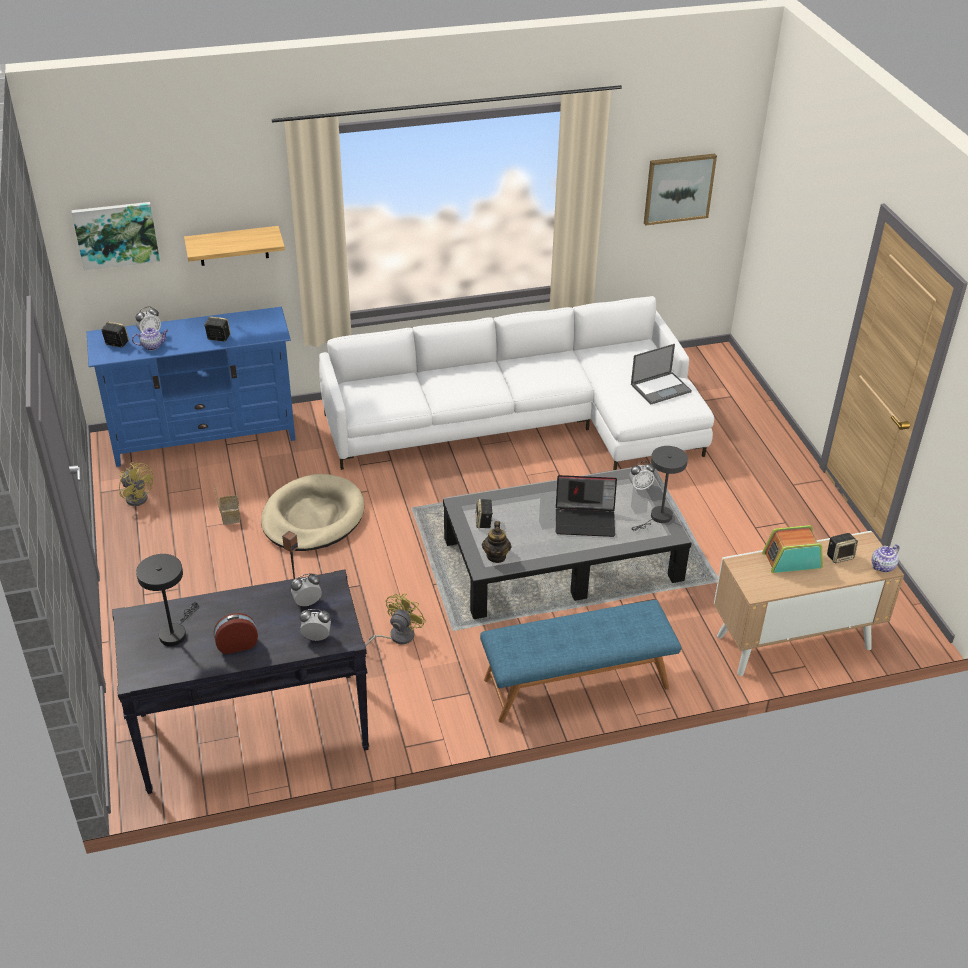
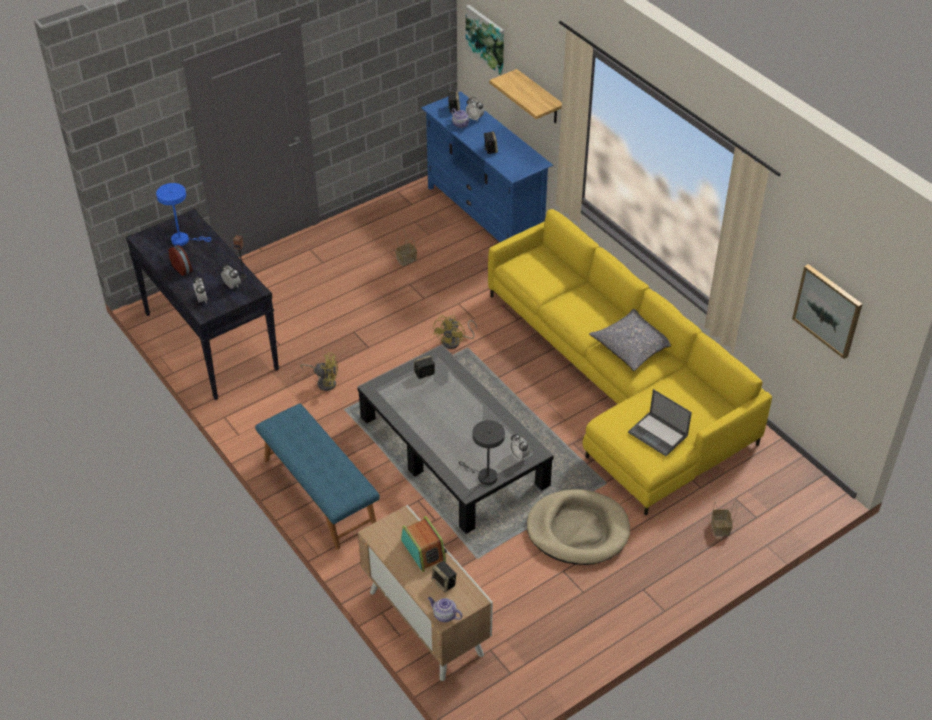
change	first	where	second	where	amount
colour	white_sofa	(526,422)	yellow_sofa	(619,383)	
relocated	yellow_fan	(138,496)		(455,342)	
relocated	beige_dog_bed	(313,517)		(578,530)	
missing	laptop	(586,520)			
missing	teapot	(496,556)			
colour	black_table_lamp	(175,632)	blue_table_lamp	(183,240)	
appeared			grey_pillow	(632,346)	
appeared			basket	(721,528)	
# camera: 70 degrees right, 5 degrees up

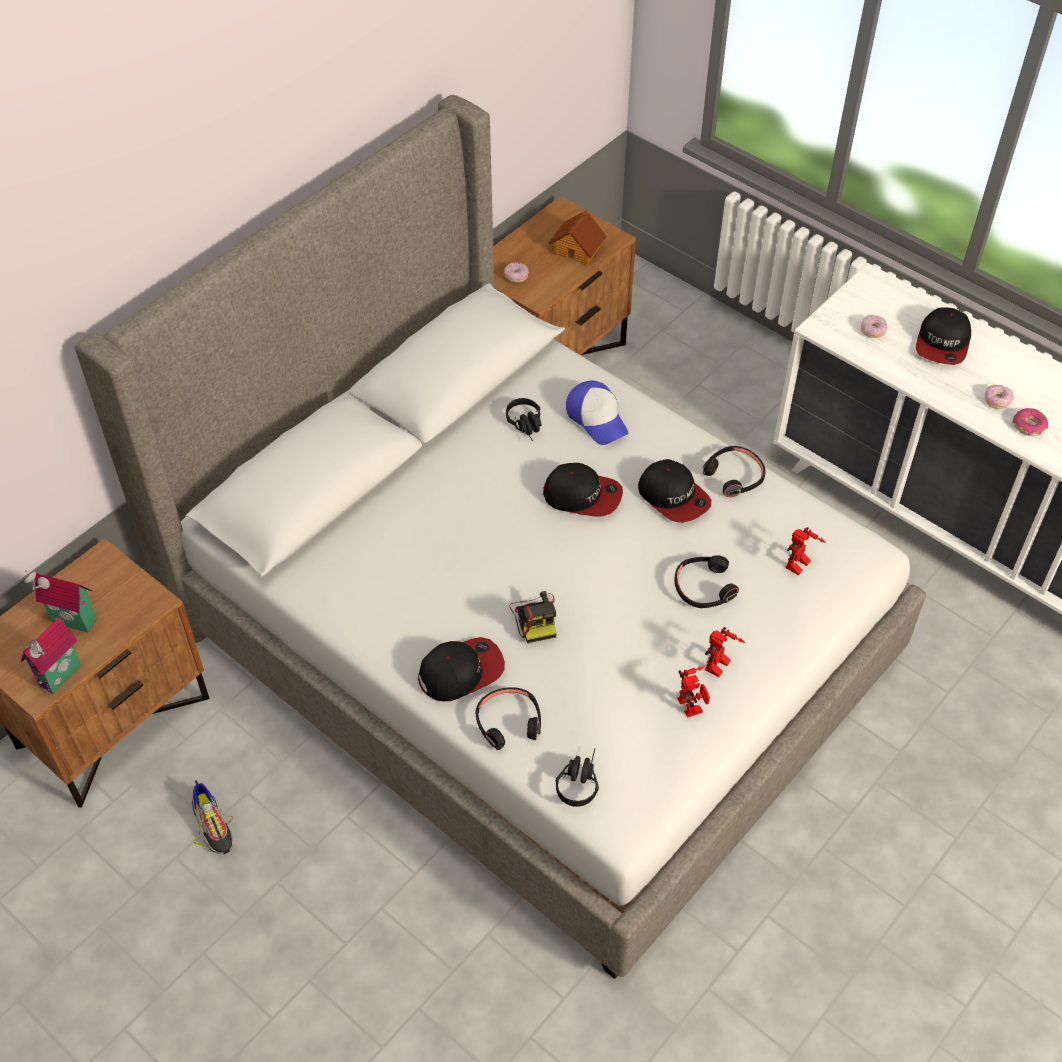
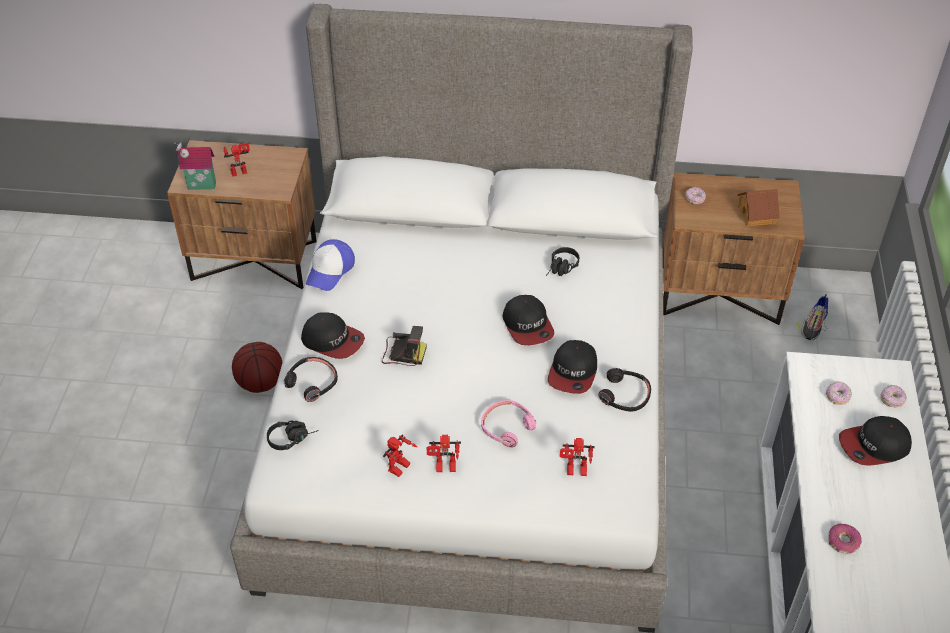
change	first	where	second	where	amount
relocated	cap	(597,418)		(330,270)	
relocated	donut	(997,401)		(892,400)	
colour	black_headphones	(704,588)	pink_headphones	(507,427)	
exchanged	toy_house	(73,623)	toy_robot	(239,170)	
spun	photo_camera	(535,618)		(402,353)	120 degrees counterclockwise
relocated	shoe	(213,824)		(814,324)	
appeared			basketball	(260,383)	
# camera: 55 degrees right, 5 degrees down

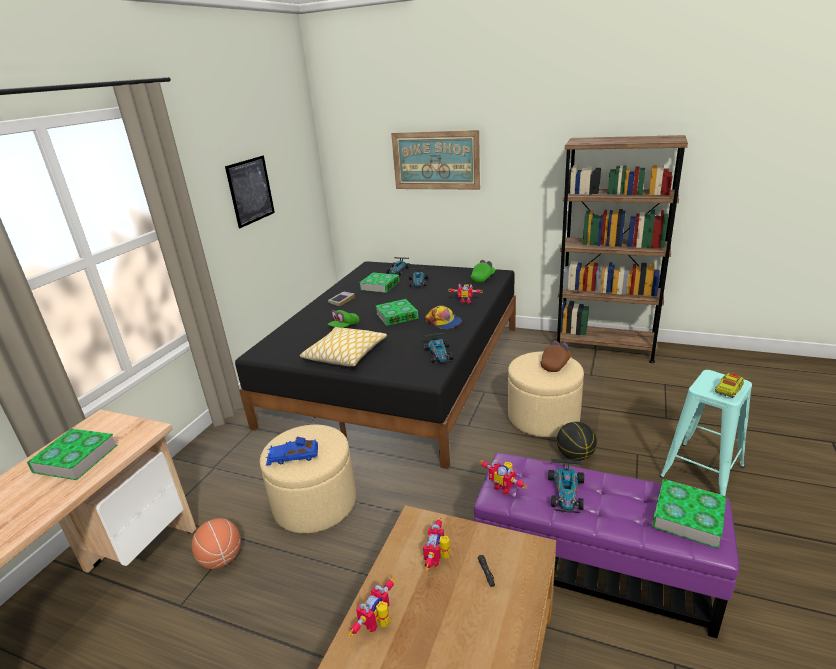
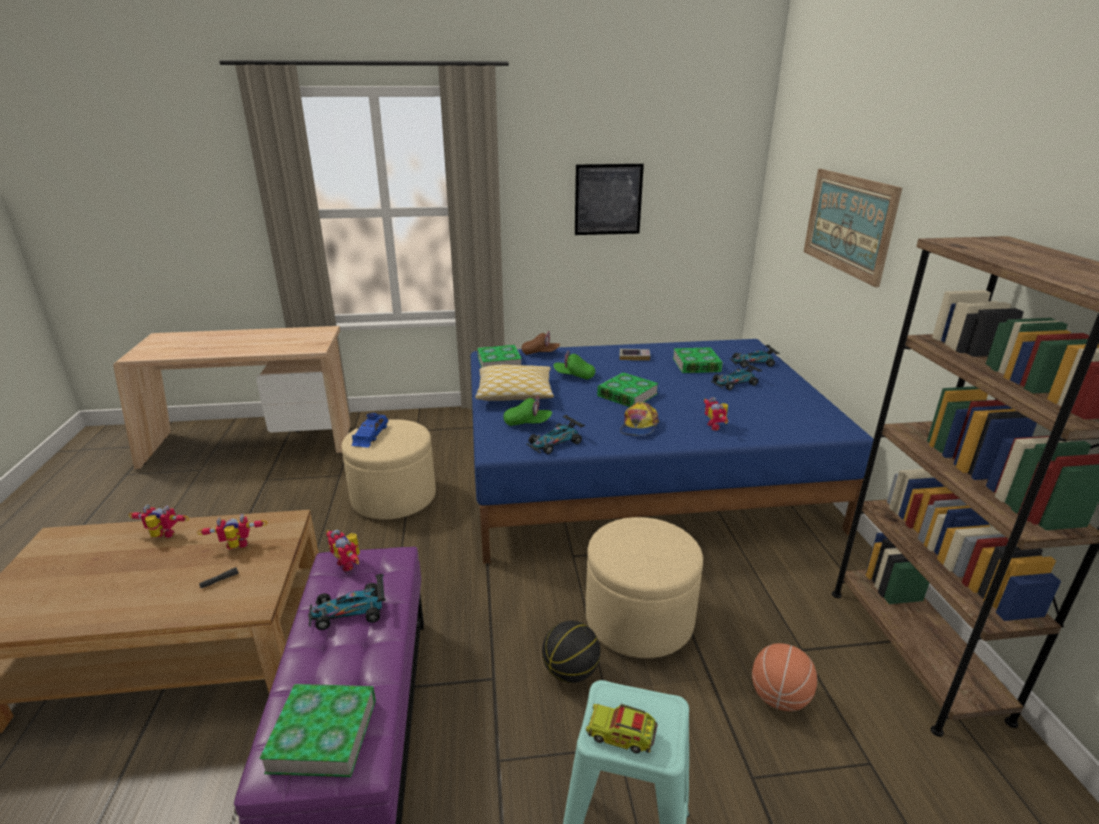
change	first	where	second	where	amount
relocated	green_cap	(483,278)		(527,423)	
colour	black_bed	(399,373)	blue_bed	(639,472)	
relocated	brown_cap	(555,364)		(540,353)	
relocated	book	(76,458)		(499,362)	
spun	blue_toy_car	(292,456)		(370,435)	135 degrees counterclockwise
spun	toy_robot	(504,487)		(349,563)	60 degrees counterclockwise
relocated	basketball	(221,558)		(779,697)	
# camera: 60 degrees right, 0 degrees up

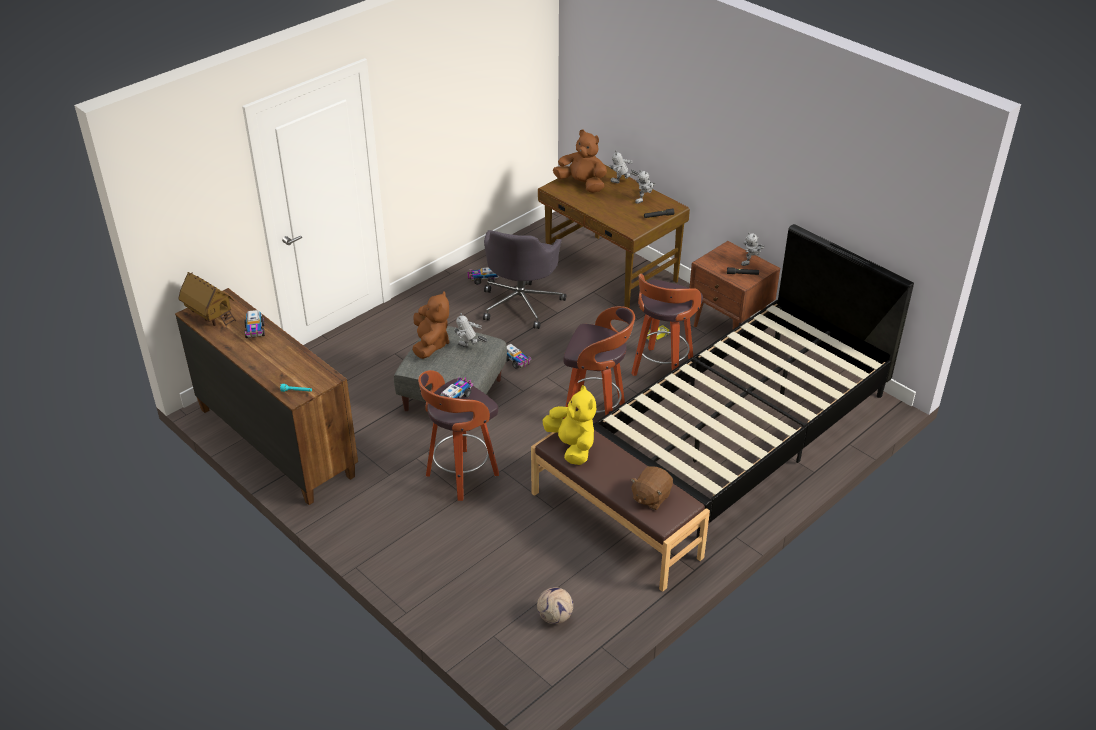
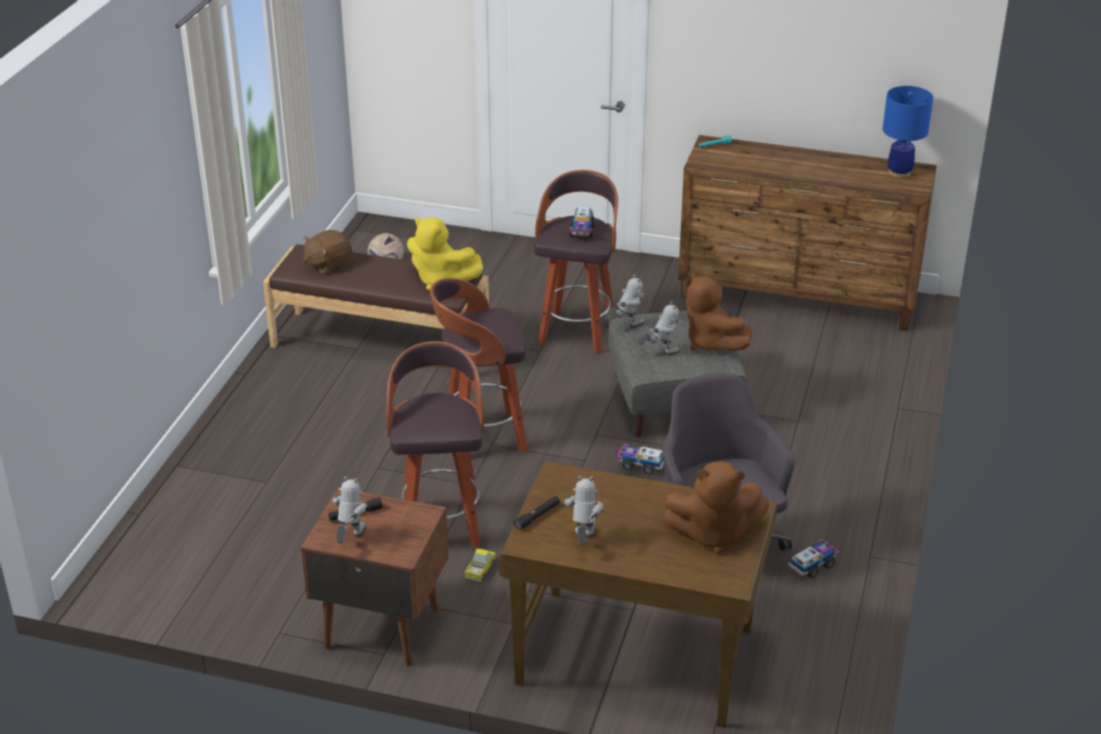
change	first	where	second	where	amount
relocated	toy_robot	(621,183)		(626,326)	
missing	black_bed	(743,429)			
exchanged	toy_house	(210,315)	blue_table_lamp	(899,173)	
missing	toy_truck	(255,331)			
spun	brown_plush_toy	(650,497)		(327,265)	135 degrees counterclockwise
# camera: 150 degrees right, 5 degrees down

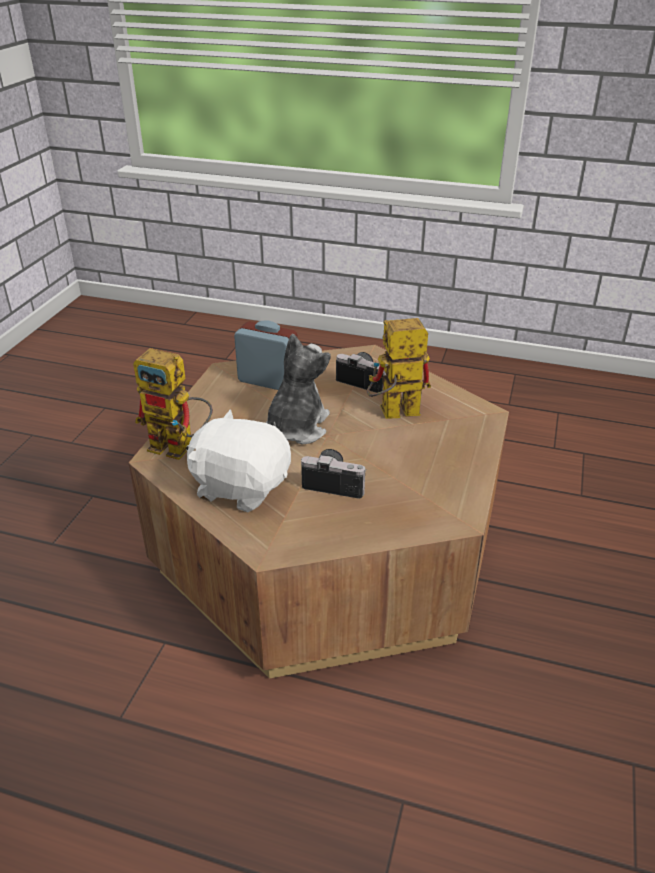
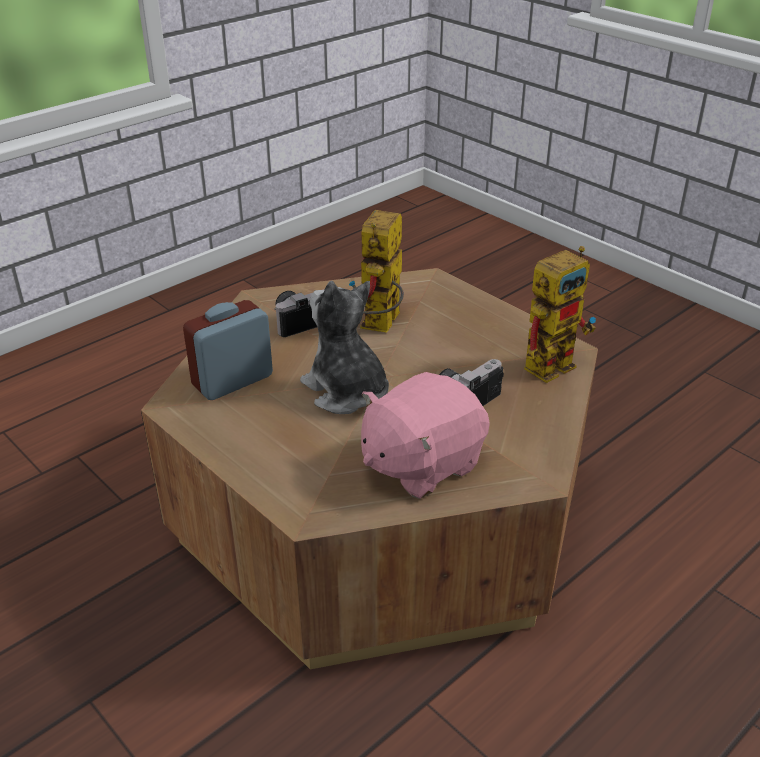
change	first	where	second	where	amount
relocated	toy_robot	(181,447)		(554,361)	
colour	white_plush_toy	(240,487)	pink_plush_toy	(420,463)	
# camera: 60 degrees left, 0 degrees up

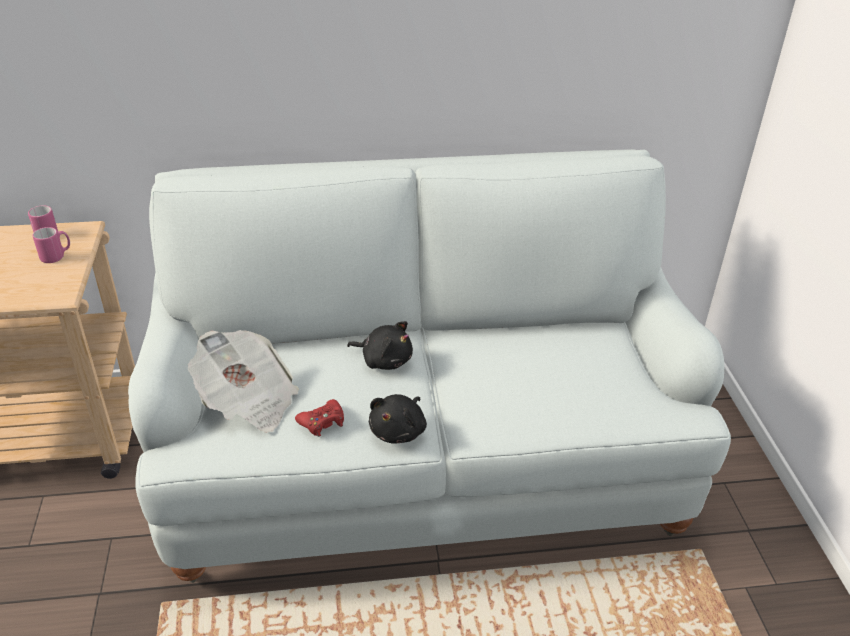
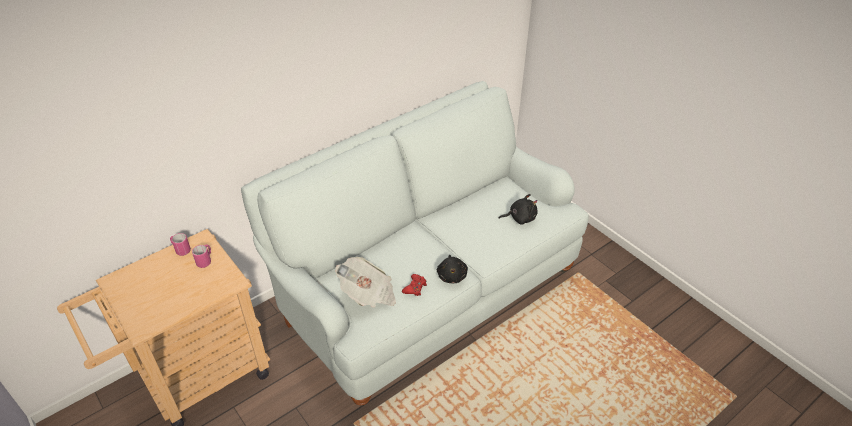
change	first	where	second	where	amount
relocated	black_plush_toy	(384,360)		(520,218)	
# camera: 30 degrees left, 5 degrees up

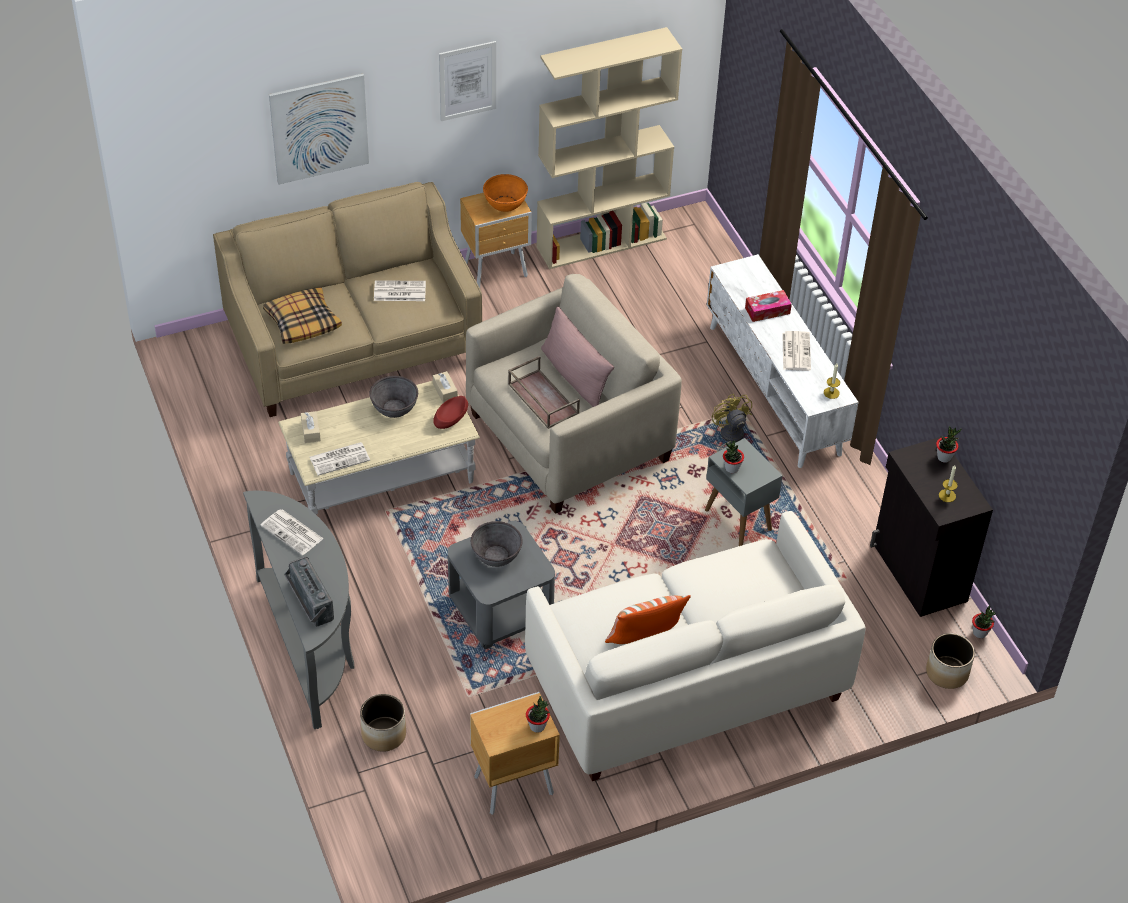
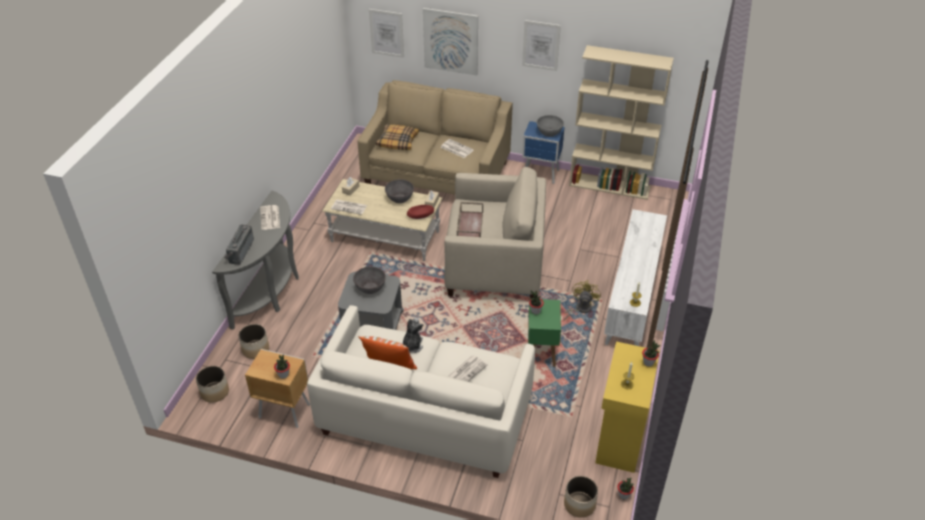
change	first	where	second	where	amount
colour	orange_bowl	(505,204)	grey_bowl	(549,132)	
colour	brown_nightstand	(497,271)	blue_nightstand	(541,175)	
missing	tissue_box	(767,310)			
missing	pink_pillow	(574,376)			
relocated	newspaper	(795,351)		(466,371)	
colour	black_cabinet	(918,573)	yellow_cabinet	(619,439)	
colour	grey_side_table	(737,519)	green_side_table	(541,351)	
appeared			picture	(386,33)	
appeared			plush_toy	(412,345)	
appeared			planter	(215,392)	
# camera: 40 degrees right, 5 degrees down

